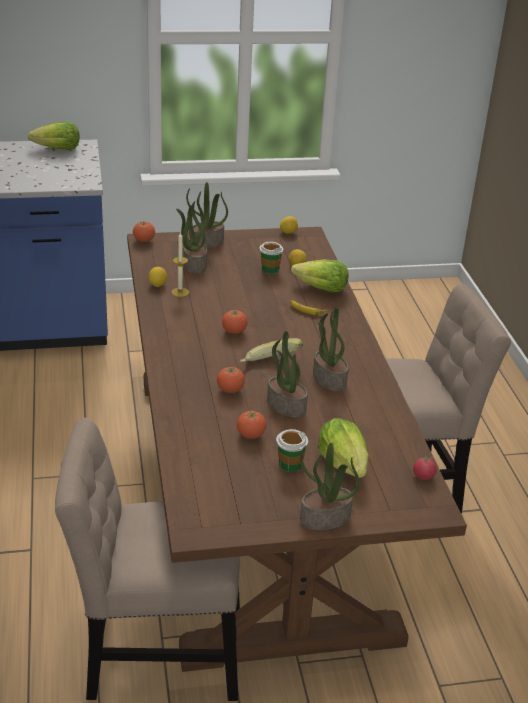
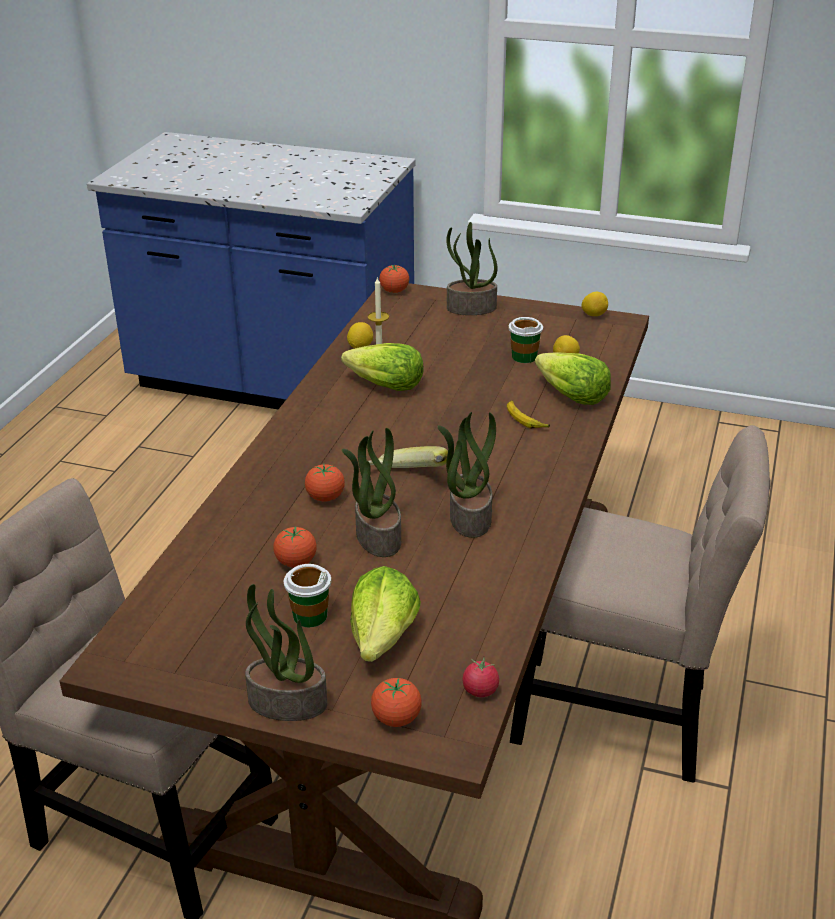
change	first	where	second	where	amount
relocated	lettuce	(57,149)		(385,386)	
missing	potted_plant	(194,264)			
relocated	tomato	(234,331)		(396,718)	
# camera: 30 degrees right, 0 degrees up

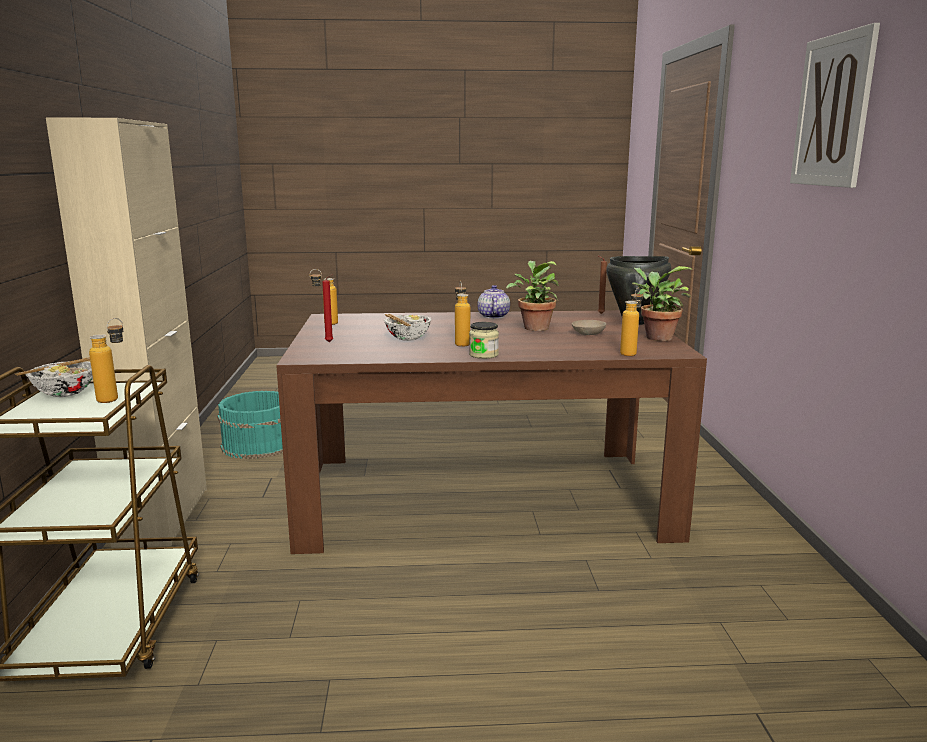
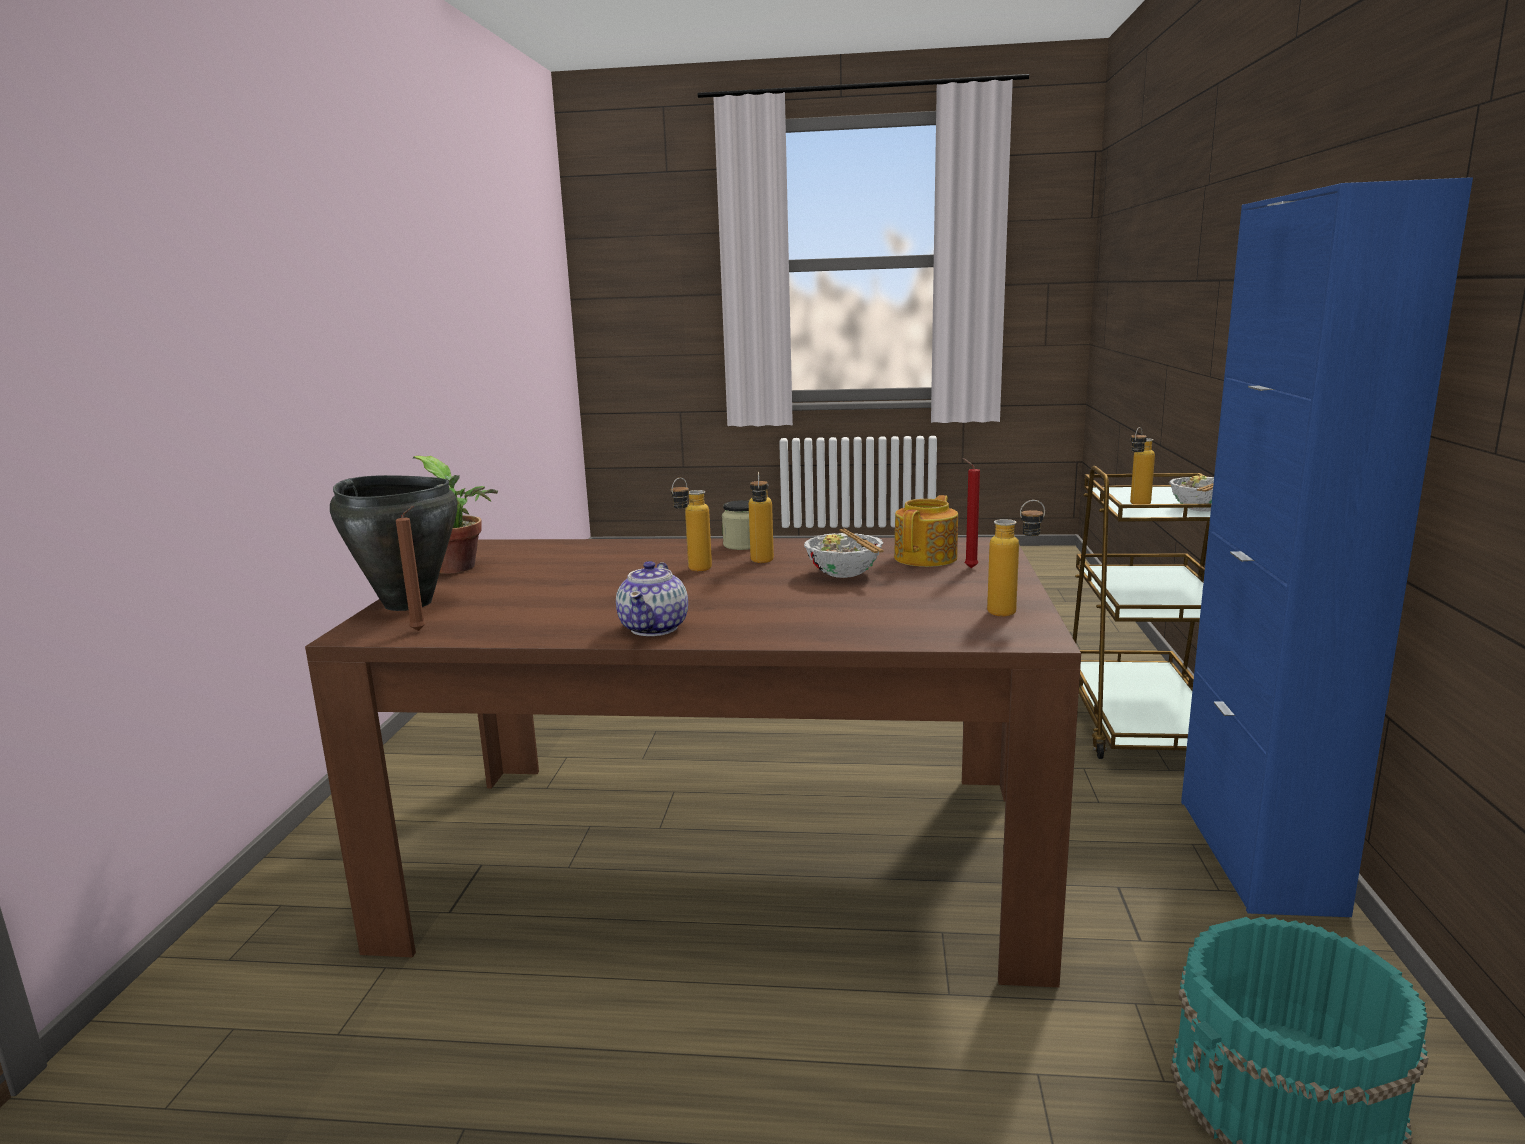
change	first	where	second	where	amount
missing	picture	(832,111)			
colour	beige_cabinet	(162,516)	blue_cabinet	(1257,854)	
missing	potted_plant	(534,327)			
relocated	bottle	(630,353)		(693,571)	
missing	beige_bowl	(589,334)			
appeared			teapot	(927,558)	
# camera: 170 degrees left, 0 degrees up

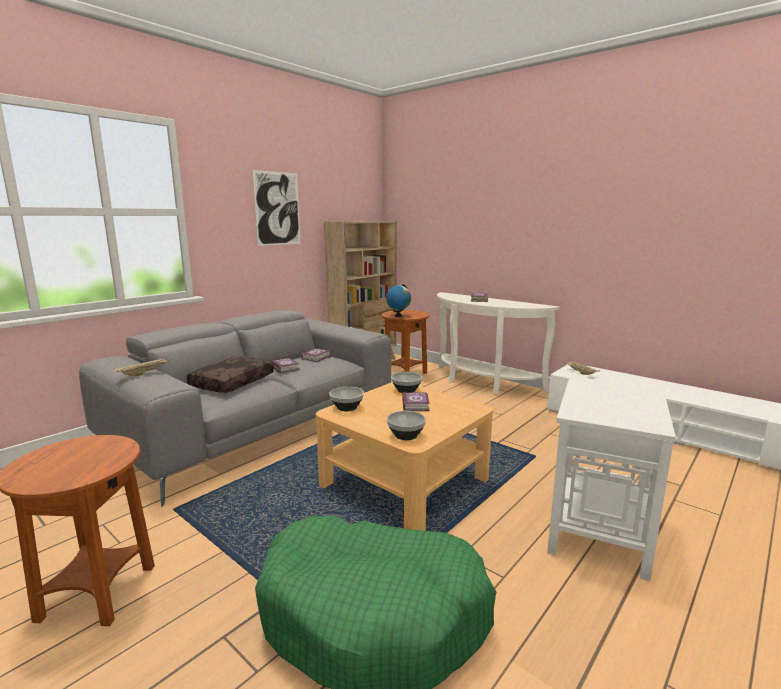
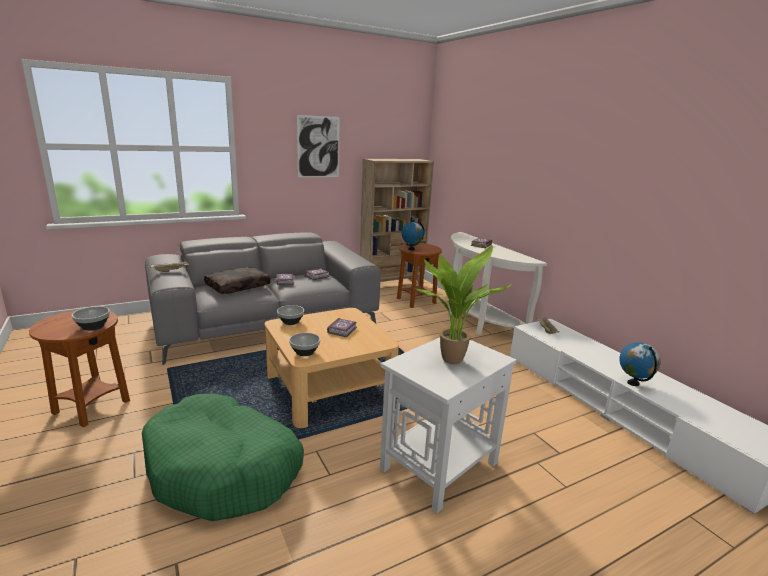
change	first	where	second	where	amount
relocated	bowl	(406,391)		(93,327)	
appeared			potted_plant	(450,358)	
appeared			globe	(633,383)	
# camera: 20 degrees right, 5 degrees up

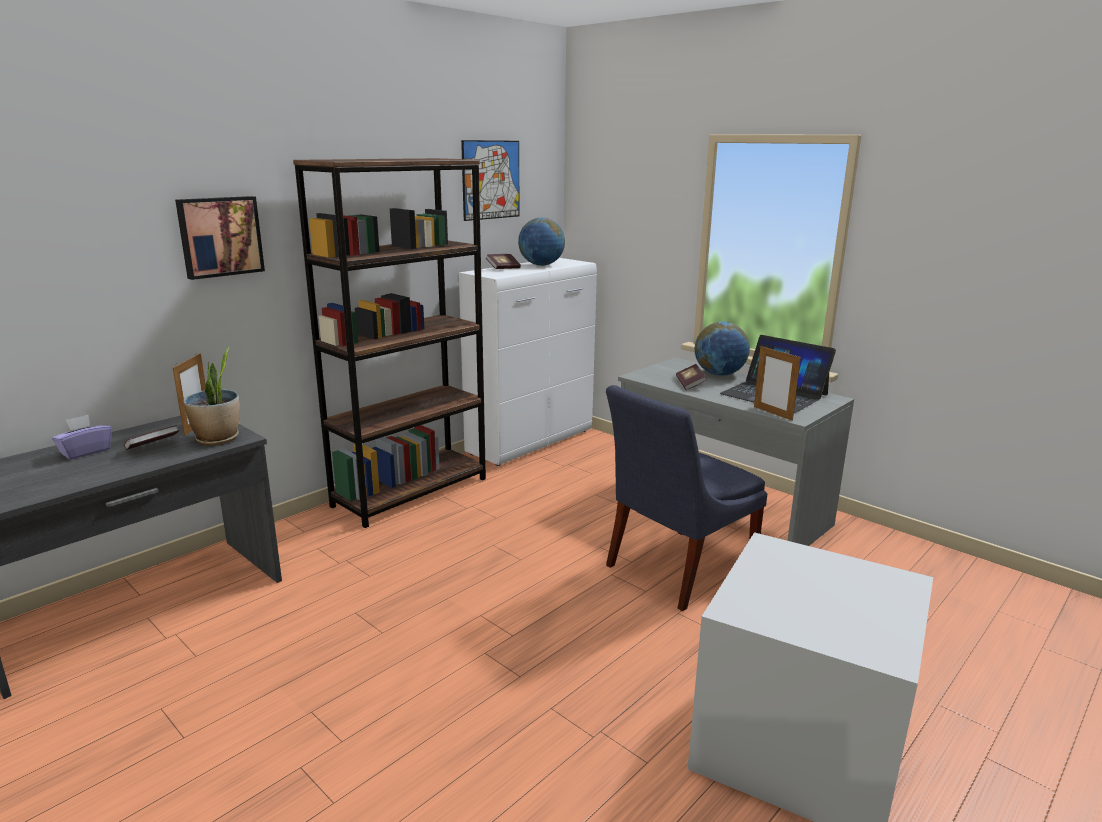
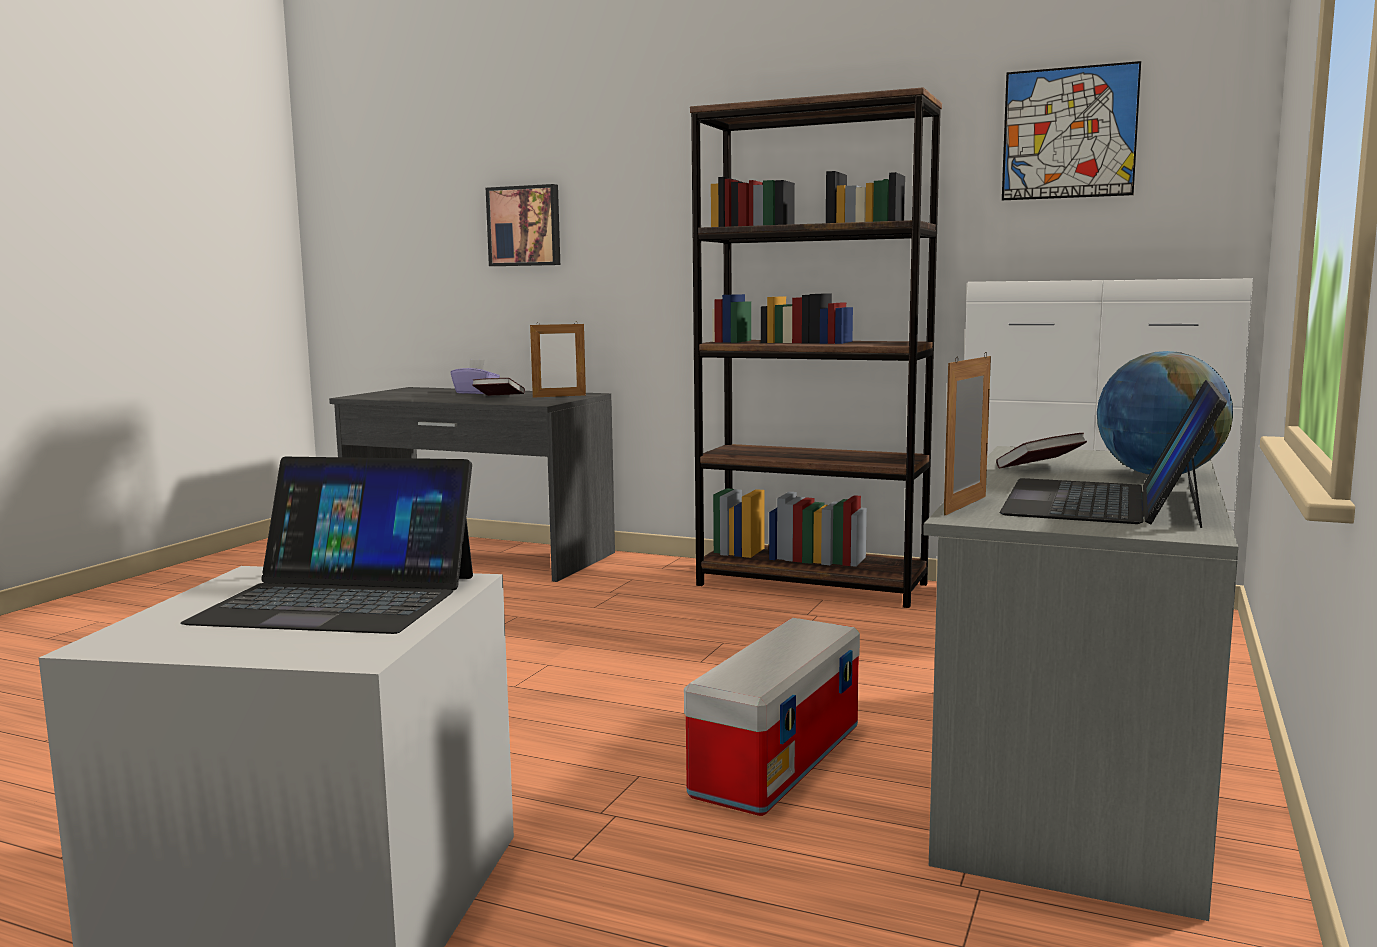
change	first	where	second	where	amount
relocated	picture	(220,236)		(525,226)	
missing	globe	(541,265)			
missing	book	(503,268)			
missing	potted_plant	(218,439)			
exchanged	blue_chair	(675,569)	storage_box	(777,760)	
appeared			laptop	(339,598)	
# camera: 70 degrees right, 10 degrees down

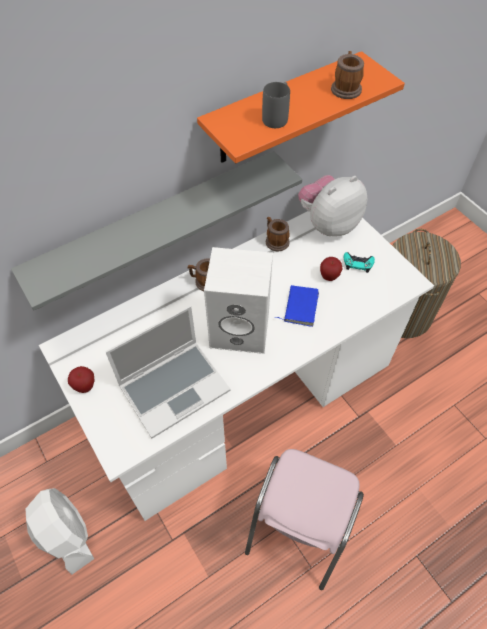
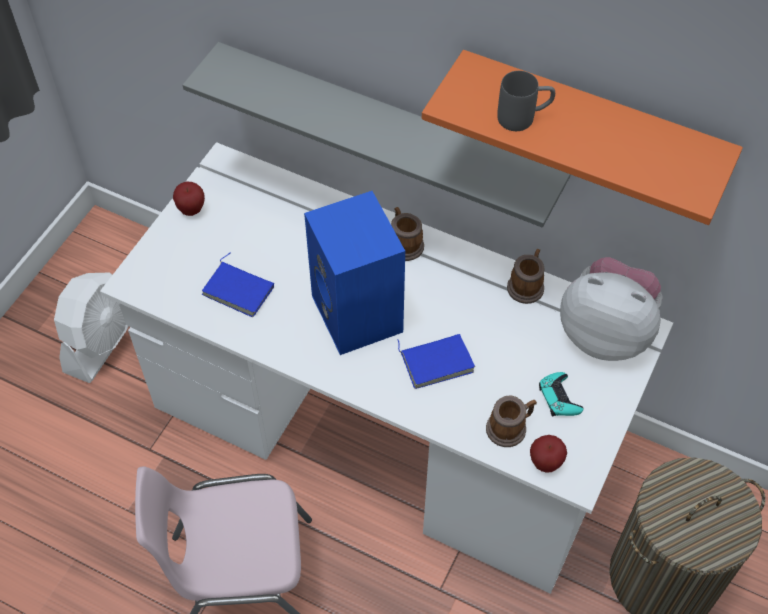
change	first	where	second	where	amount
relocated	mug	(345,87)		(510,427)	
colour	white_speaker	(241,329)	blue_speaker	(359,315)	
relocated	apple	(329,276)		(545,463)	
exchanged	laptop	(175,387)	blue_book	(240,289)	
# camera: 60 degrees right, 0 degrees up

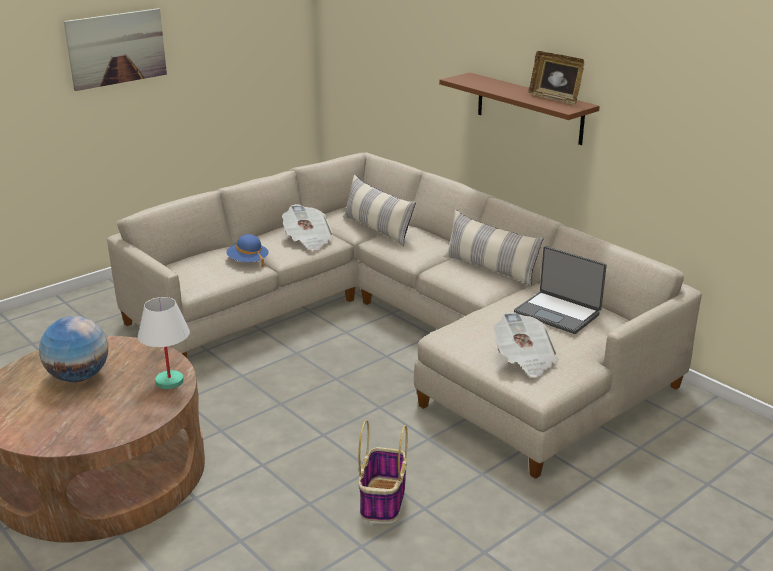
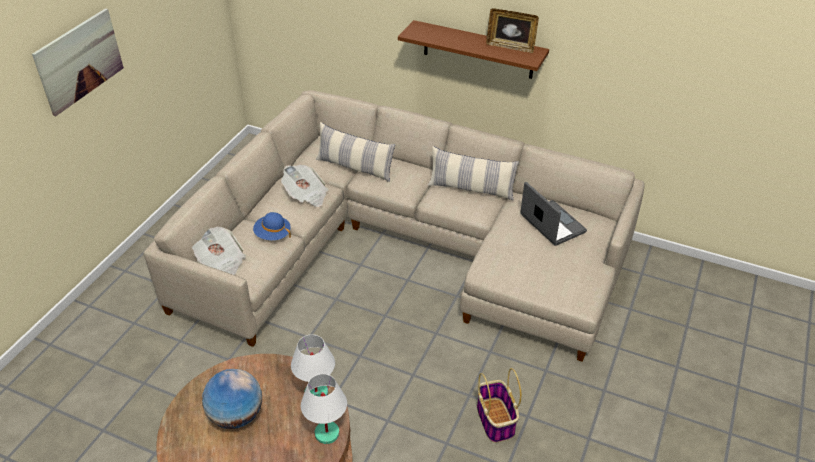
change	first	where	second	where	amount
spun	laptop	(558,313)		(551,224)	135 degrees counterclockwise
relocated	newspaper	(524,360)		(221,261)	
appeared			white_table_lamp	(326,433)	
# camera: 25 degrees left, 15 degrees up

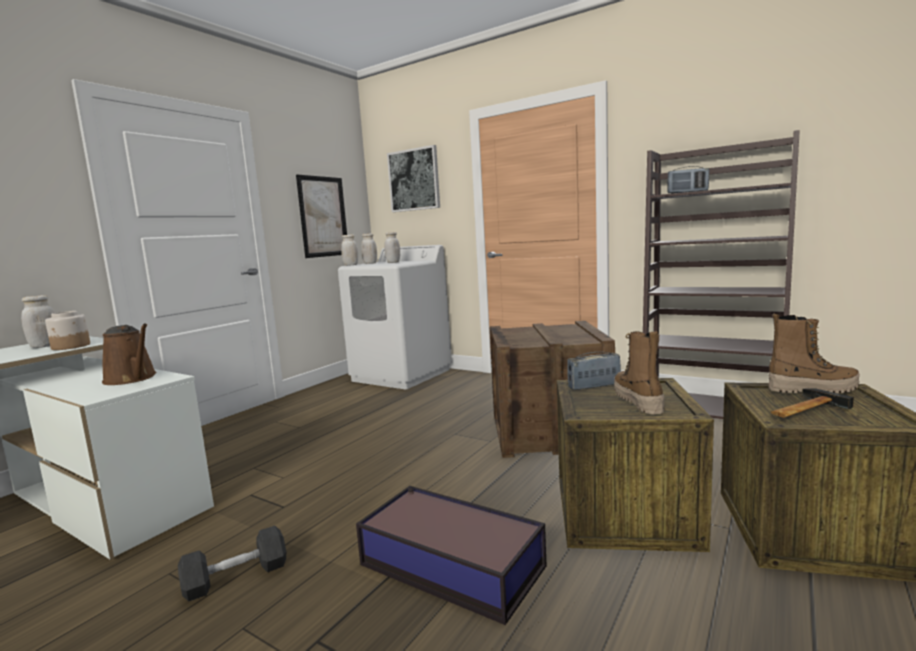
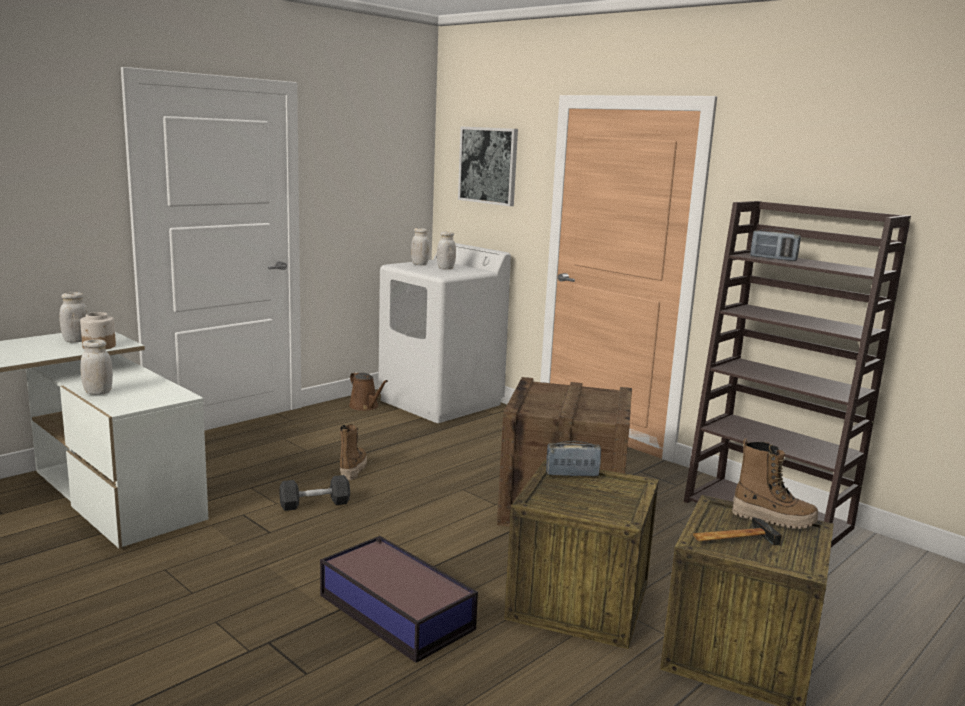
change	first	where	second	where	amount
missing	picture	(323,216)			
relocated	white_jar	(351,265)		(98,392)	
relocated	brown_watering_can	(132,379)		(365,406)	
relocated	boot	(637,401)		(352,469)	
relocated	grey_dumbbell	(236,577)		(315,504)	
# camera: 10 degrees right, 5 degrees up

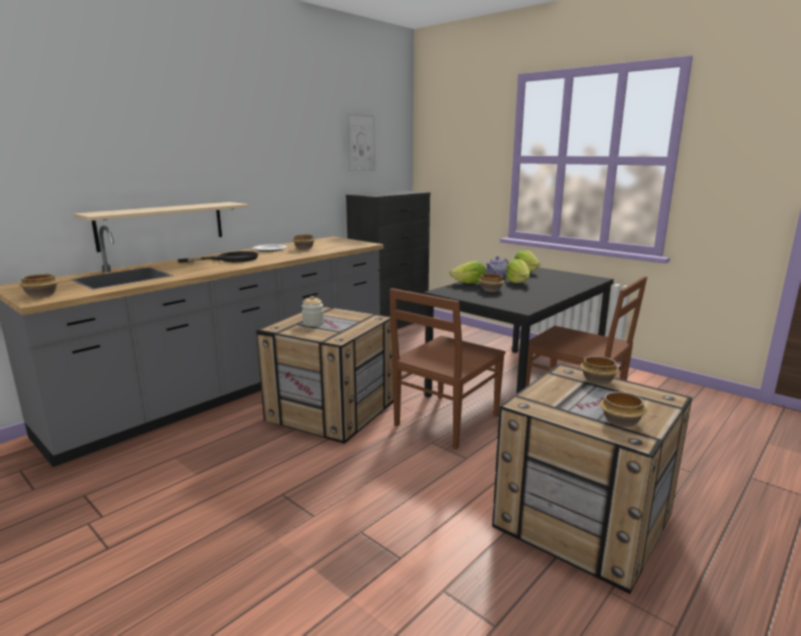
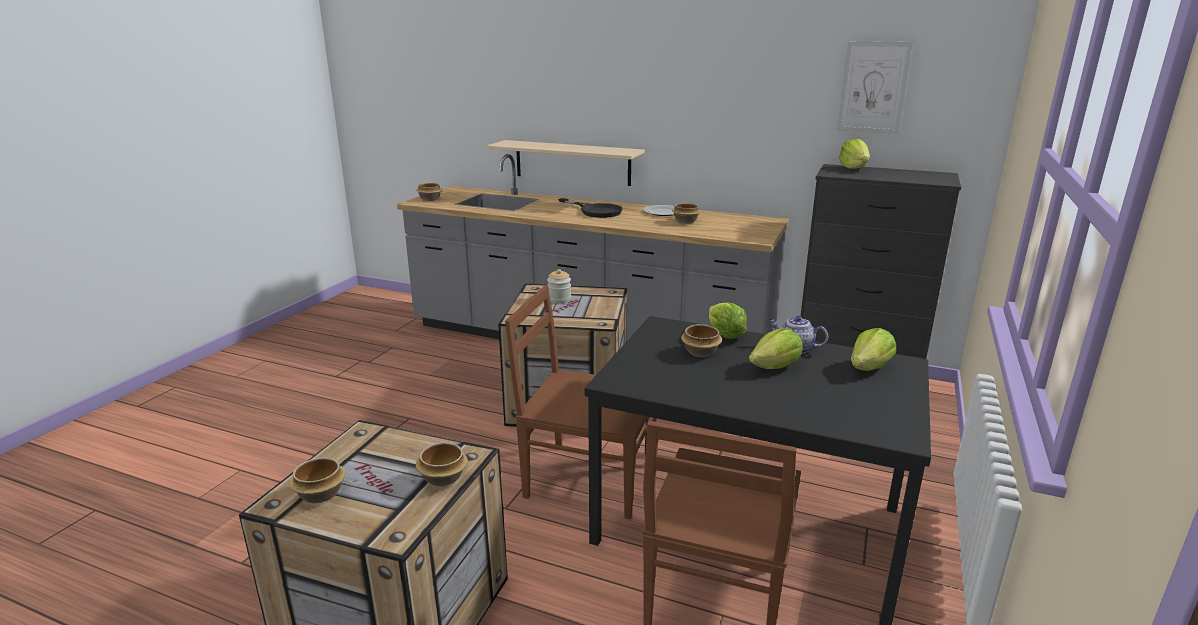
change	first	where	second	where	amount
appeared			lettuce	(853,168)	
# camera: 70 degrees right, 5 degrees up

